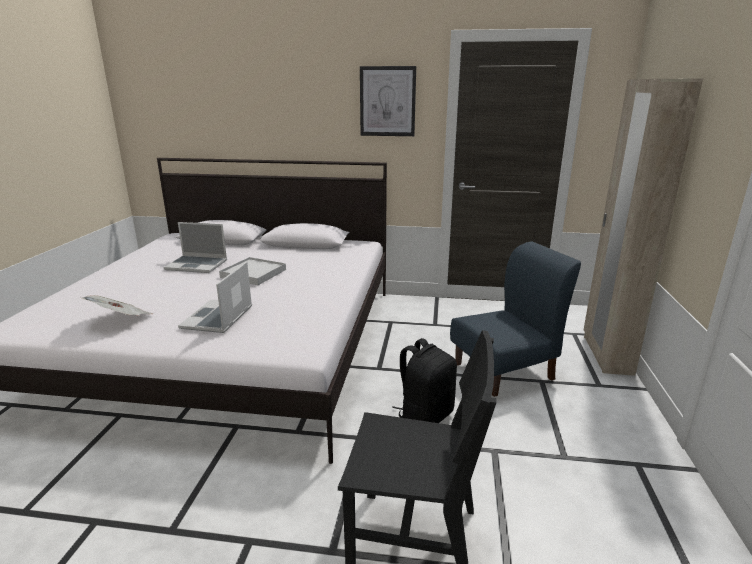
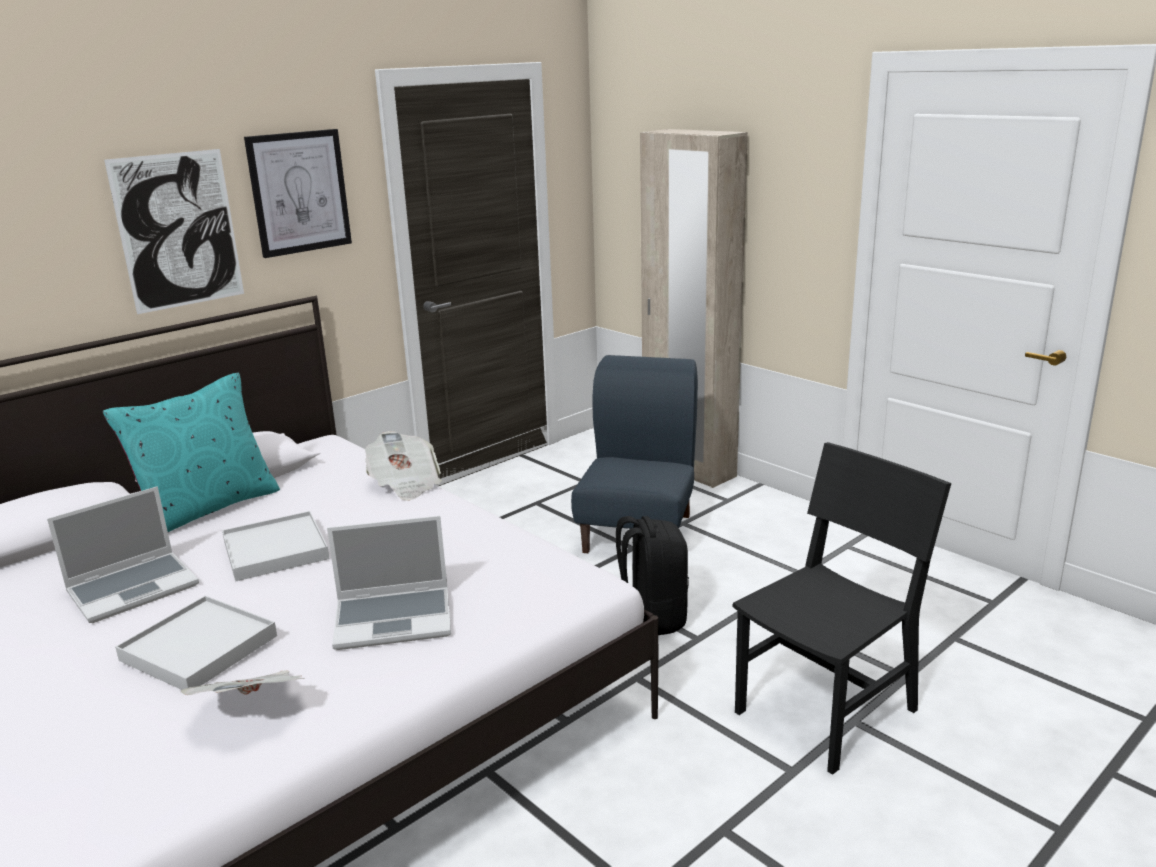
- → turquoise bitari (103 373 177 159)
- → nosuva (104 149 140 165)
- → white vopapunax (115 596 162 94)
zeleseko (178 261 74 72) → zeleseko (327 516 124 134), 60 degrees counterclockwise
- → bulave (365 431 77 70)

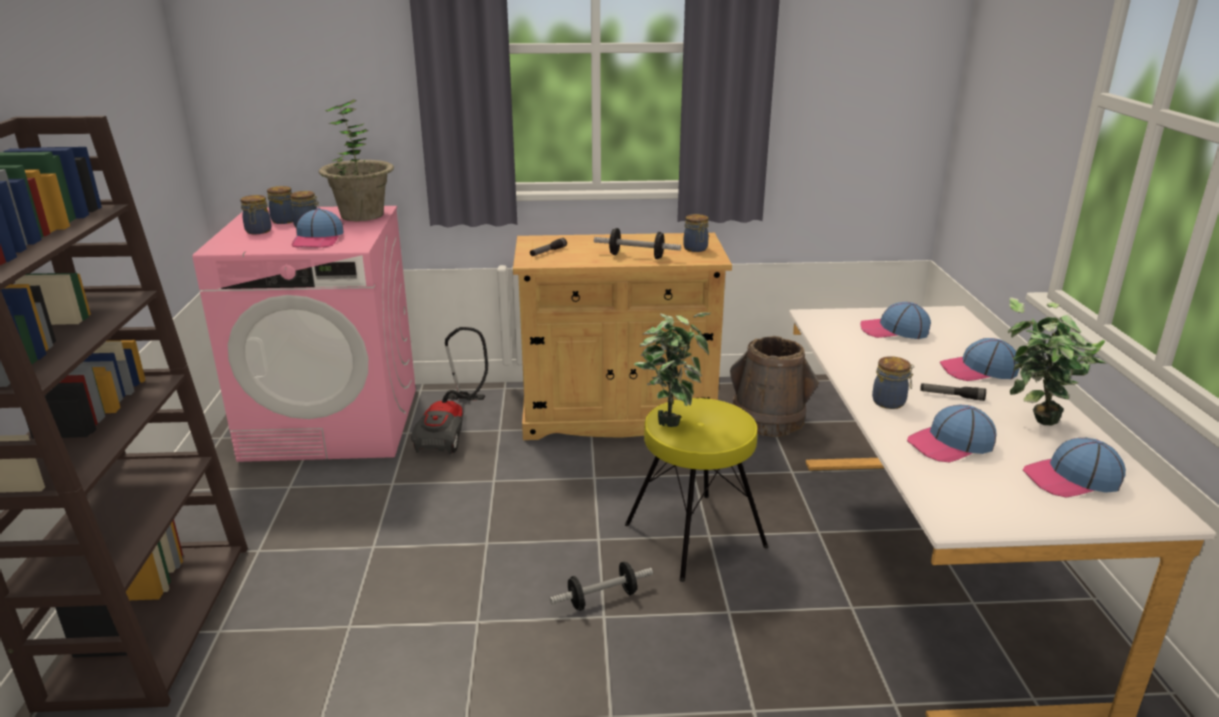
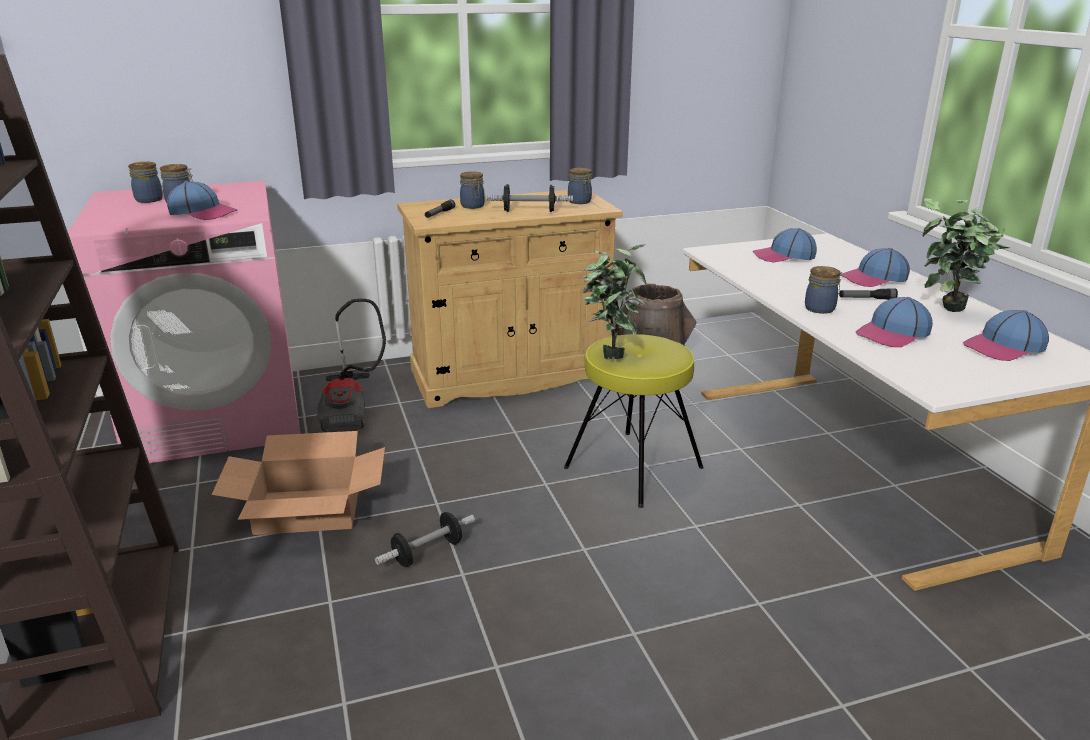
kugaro (291 208 53 39) → kugaro (167 181 70 39), 60 degrees counterclockwise
- → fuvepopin (212 431 173 104)
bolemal (550 562 103 49) → bolemal (375 512 100 55), shifted
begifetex (240 195 31 39) → begifetex (460 171 25 38), shifted
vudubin (319 99 75 122) → -

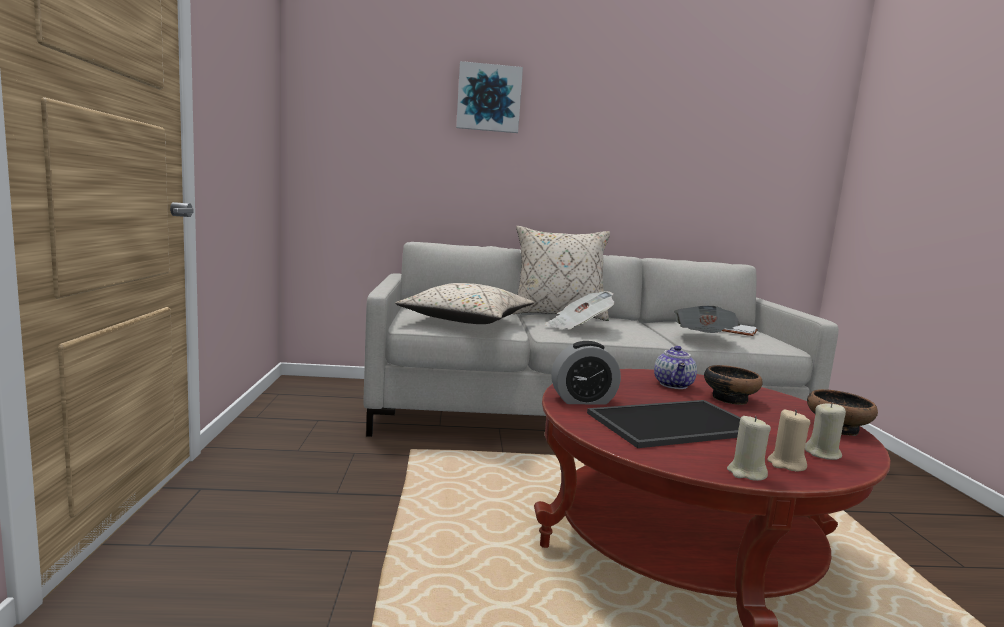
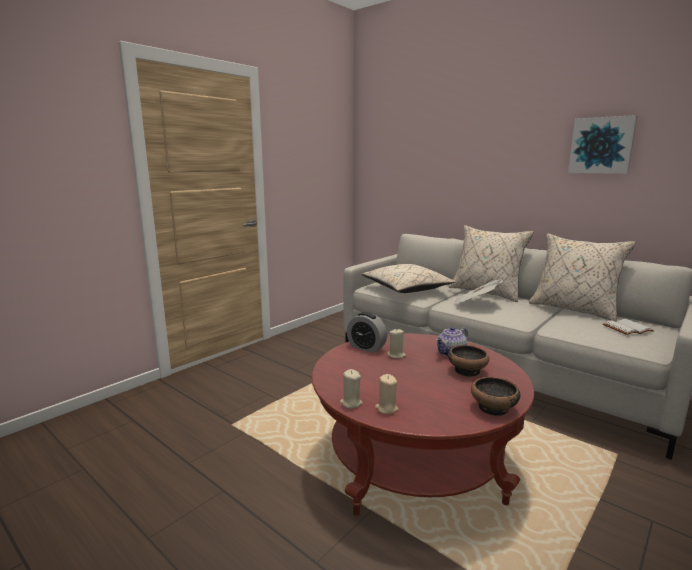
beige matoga (805 402 41 58) → beige matoga (387 329 19 30), shifted
- → beige bitari (529 234 107 88)
nosuva (456 61 67 72) → nosuva (568 115 70 59), shifted
vopapunax (587 400 154 48) → -
bulave (674 306 66 27) → -

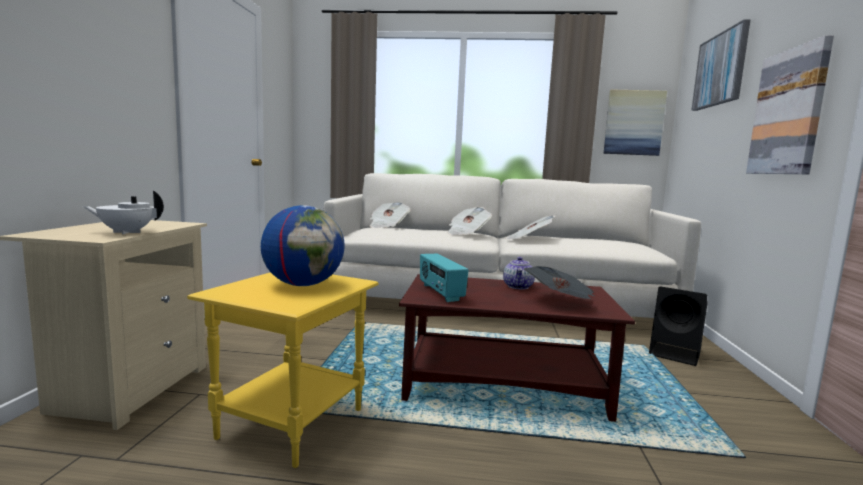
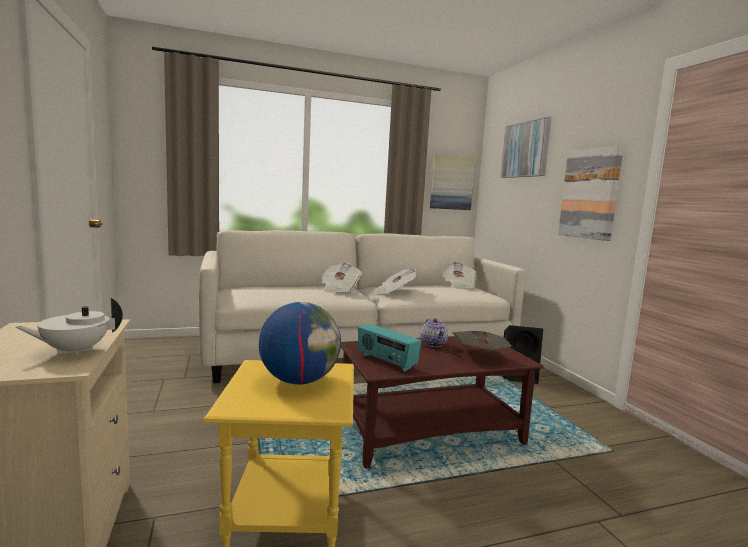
bulave (370 203 40 25) → bulave (441 262 36 27), shifted

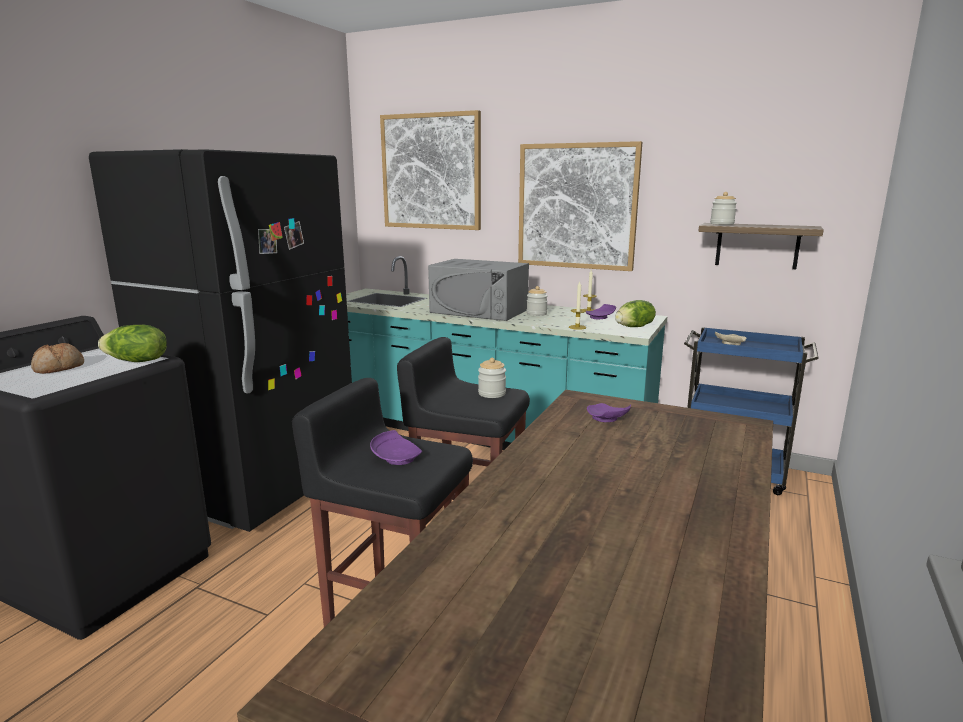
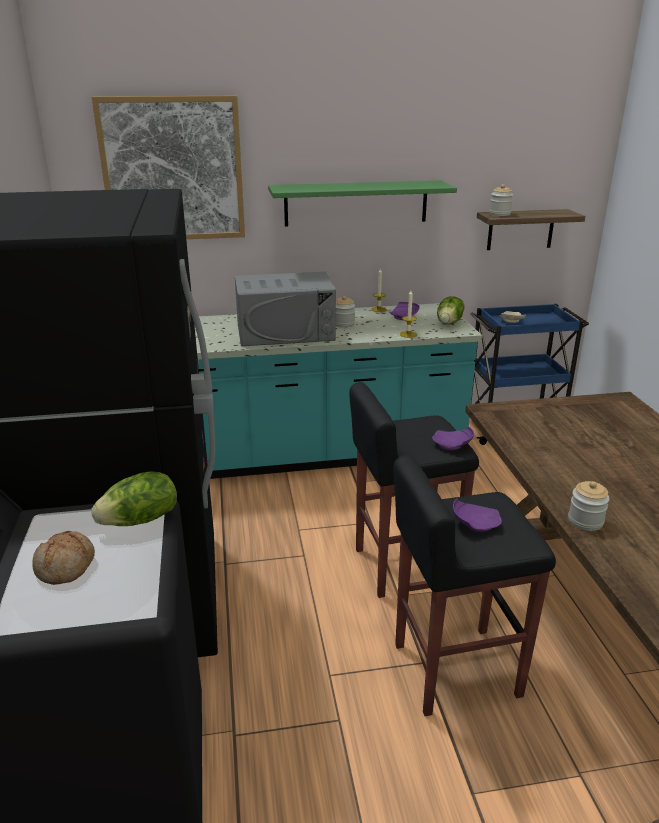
nosuva (518 141 124 130) → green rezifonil (268 180 189 47)
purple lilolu (587 403 44 19) → purple lilolu (432 427 42 23), shifted
begifetex (478 358 28 40) → begifetex (568 481 41 50), shifted

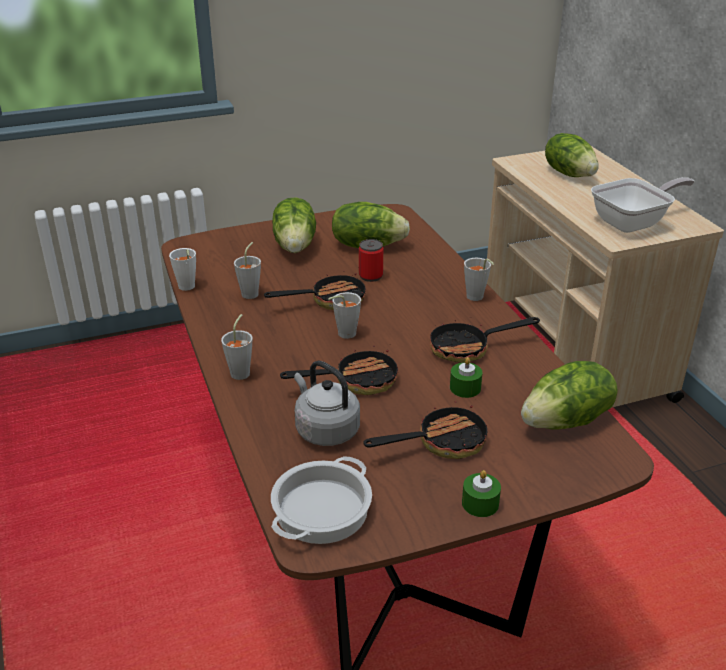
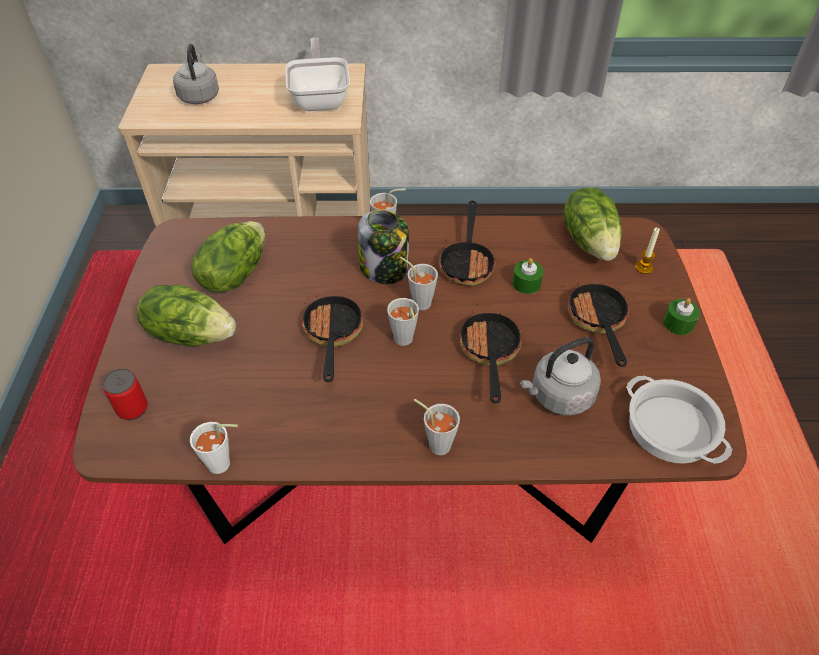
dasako (359 239 24 43) → dasako (102 368 46 52), shifted
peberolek (545 133 53 44) → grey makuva (173 44 46 60)
- → begifetex (358 210 51 74)
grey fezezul (234 242 27 57) → grey fezezul (400 257 38 53), shifted
- → matoga (635 227 25 47)

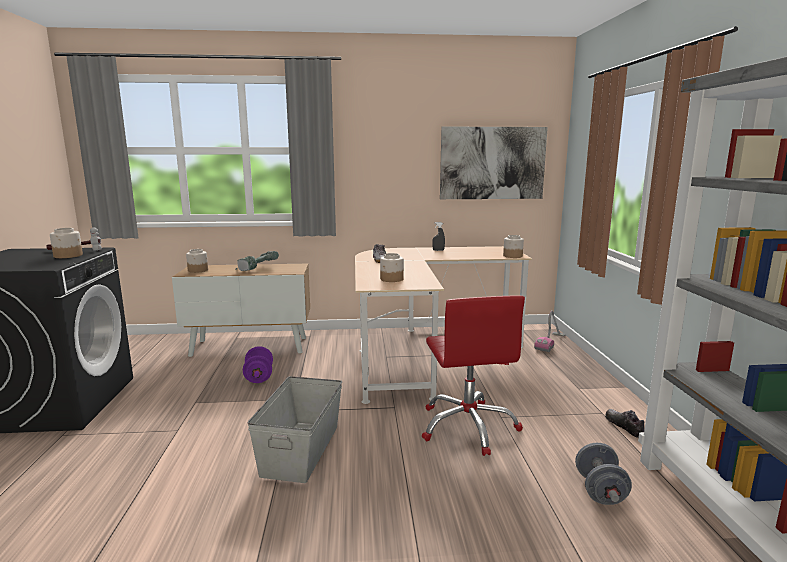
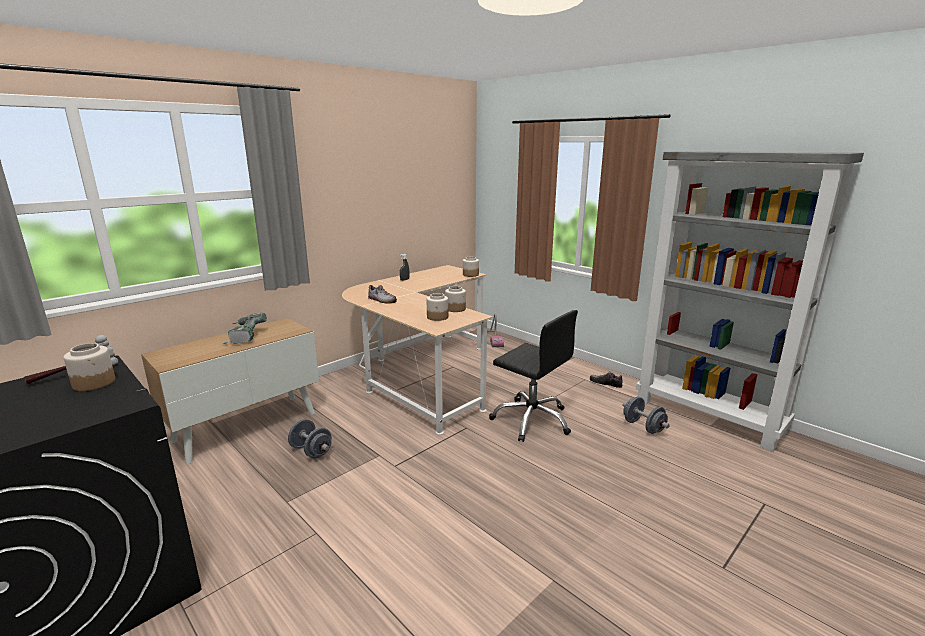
purple bolemal (243 346 30 37) → grey bolemal (288 419 44 40)
begifetex (186 249 22 24) → begifetex (445 286 21 26), shifted
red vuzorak (422 296 103 160) → black vuzorak (489 310 89 132)
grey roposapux (247 376 95 107) → -
nosuva (440 127 108 72) → -

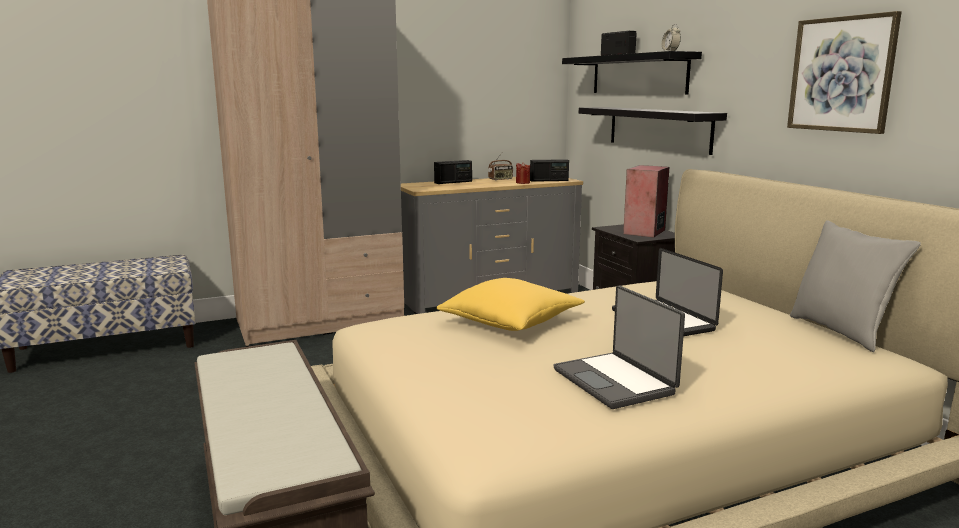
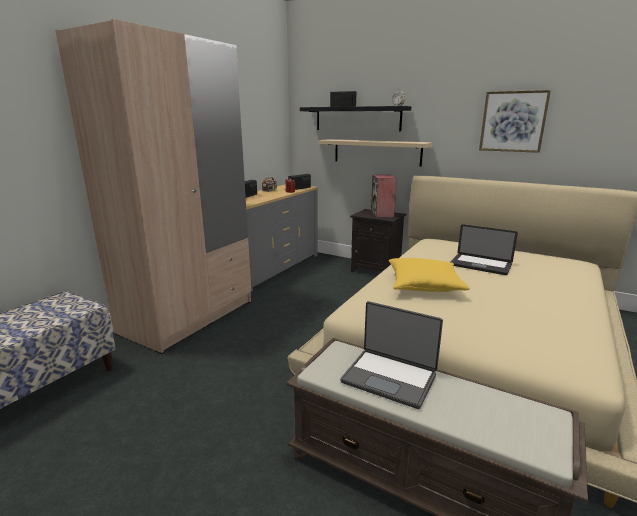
black rezifonil (579 107 148 48) → beige rezifonil (319 139 113 28)
zeleseko (553 286 132 123) → zeleseko (340 301 103 108), shifted
grey bitari (790 220 131 132) → -

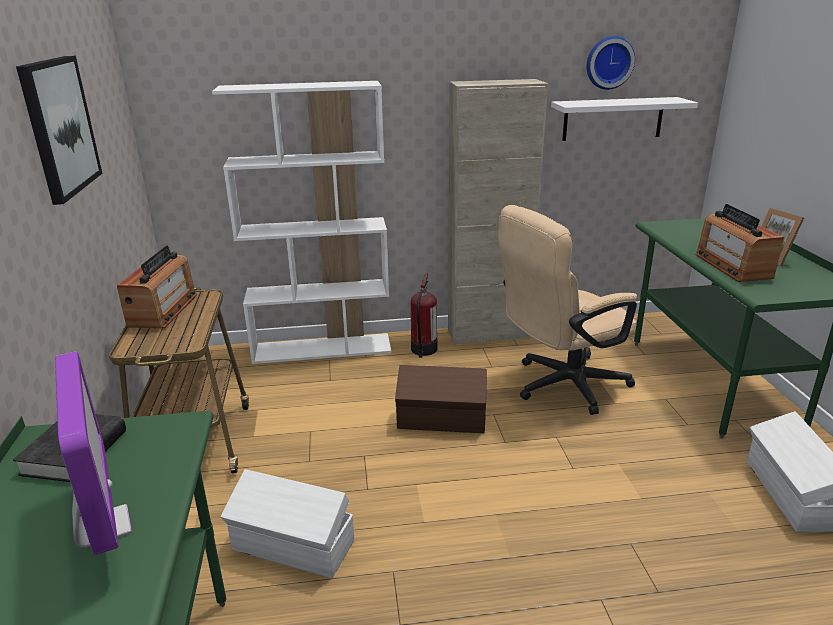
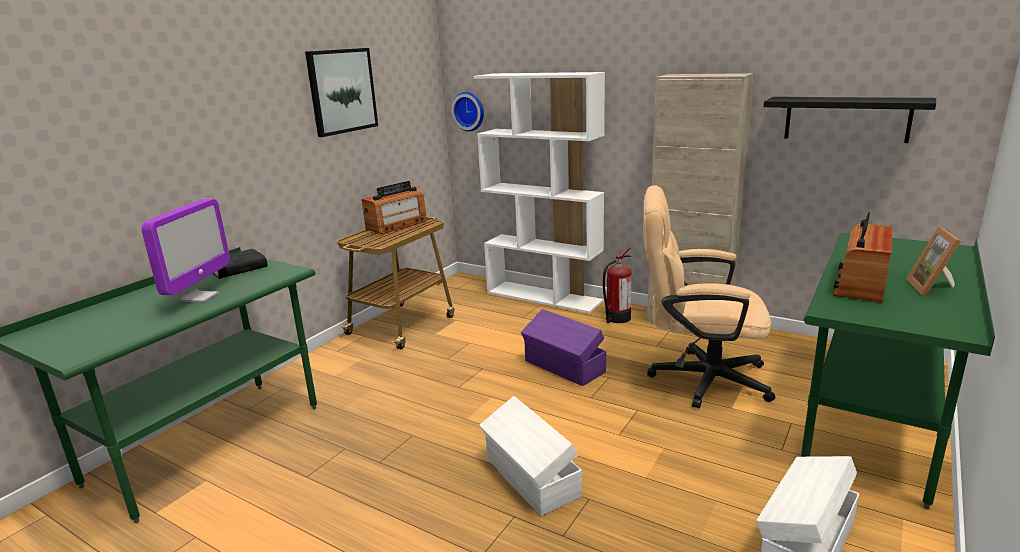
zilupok (587 36 48 54) → zilupok (451 92 33 40), shifted
white roposapux (221 469 133 109) → white roposapux (479 396 103 120), shifted
brown roposapux (395 365 92 68) → purple roposapux (521 309 85 77)
white rezifonil (551 97 147 44) → black rezifonil (764 97 172 46)

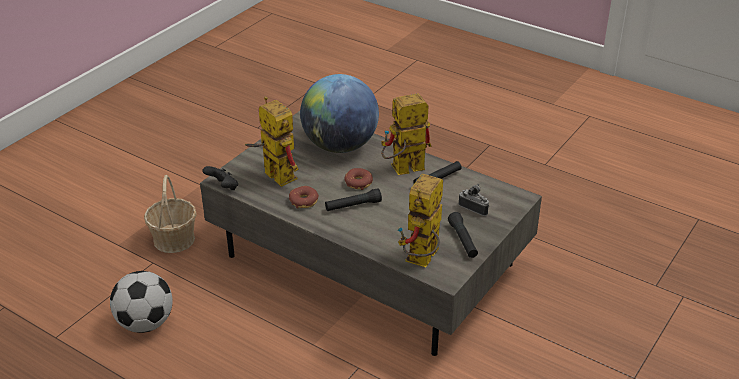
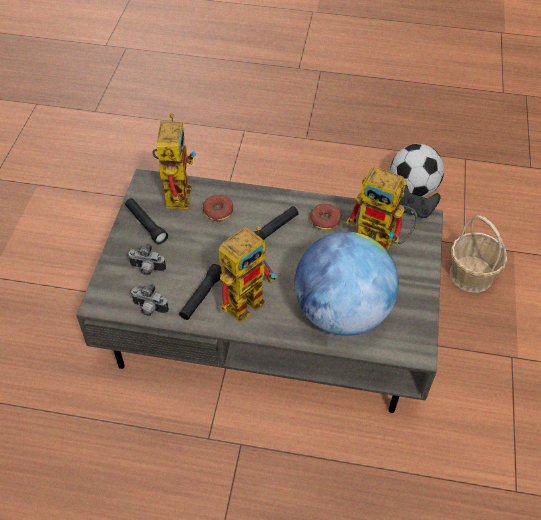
- → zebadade (131 284 38 32)
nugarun (344 168 29 22) → nugarun (203 195 30 26), shifted

